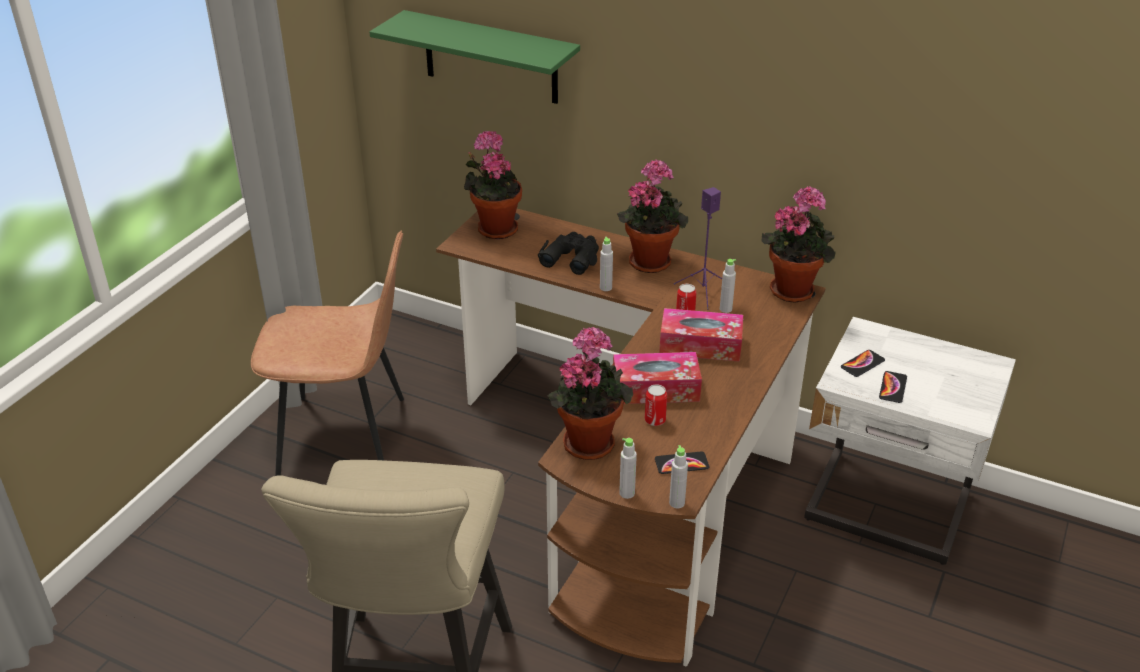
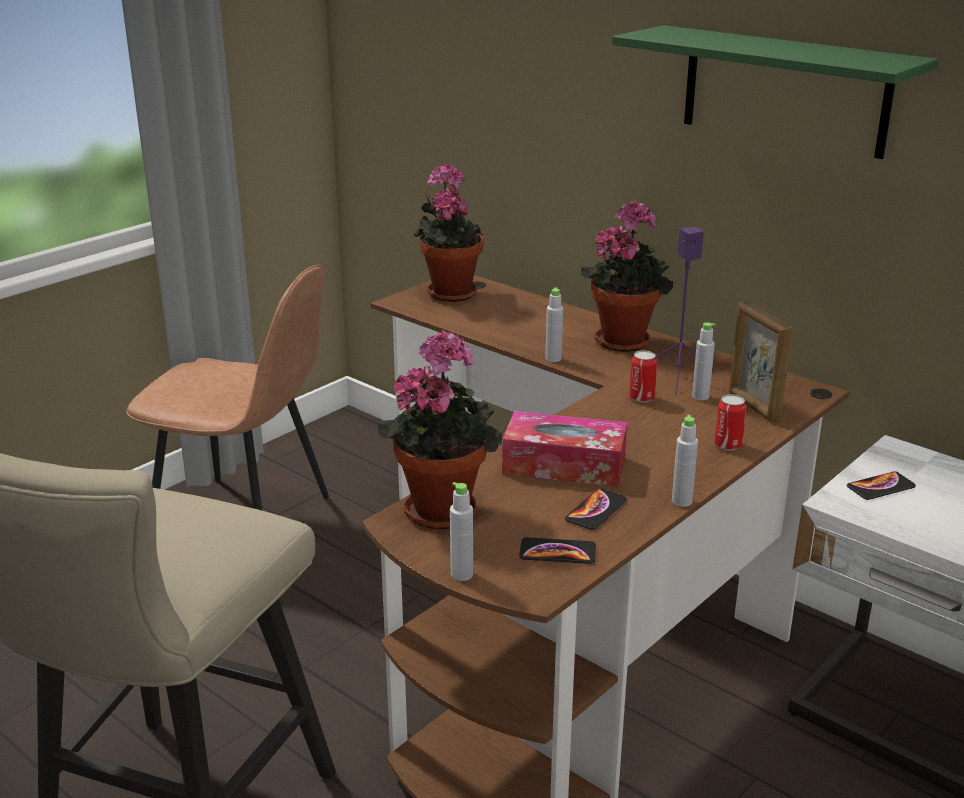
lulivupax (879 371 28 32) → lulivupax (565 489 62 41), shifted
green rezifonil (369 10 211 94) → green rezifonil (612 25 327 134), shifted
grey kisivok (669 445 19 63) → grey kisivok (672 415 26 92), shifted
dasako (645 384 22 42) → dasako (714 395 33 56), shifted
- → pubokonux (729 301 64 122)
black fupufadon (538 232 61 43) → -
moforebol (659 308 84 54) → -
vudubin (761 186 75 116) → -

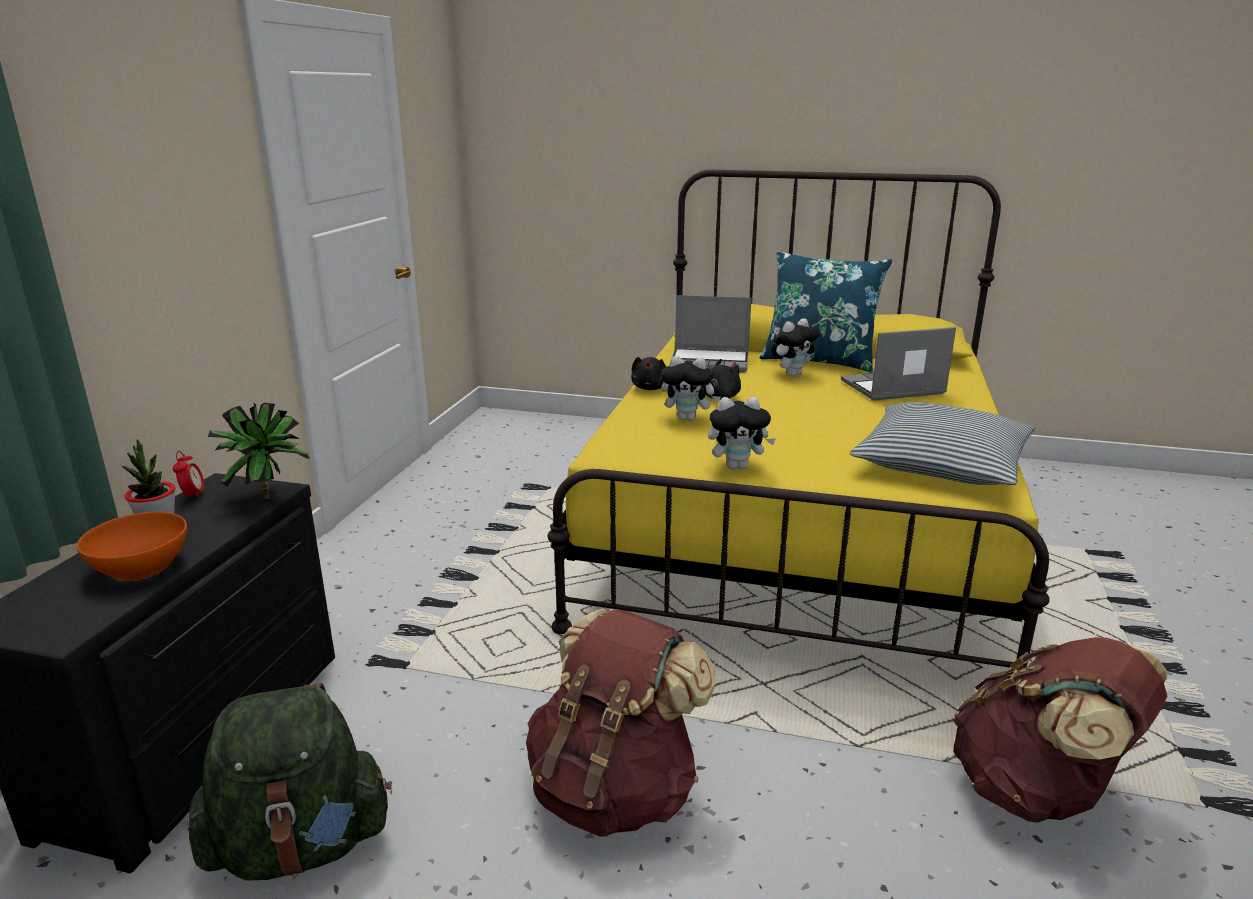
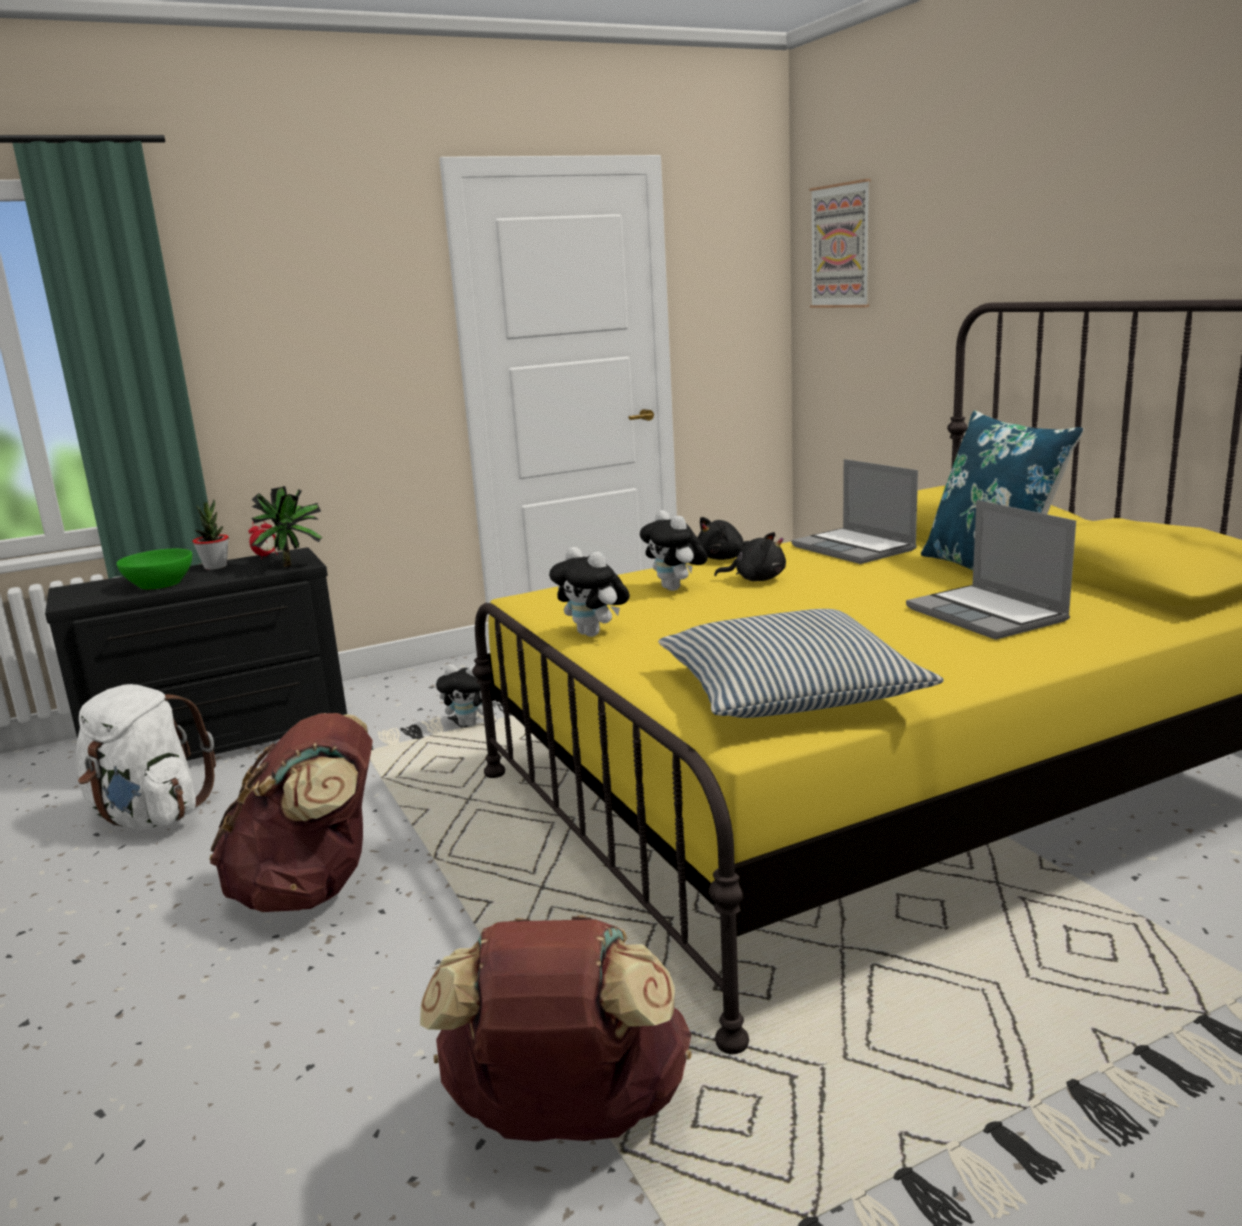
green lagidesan (188 683 204 198) → white lagidesan (76 684 140 145)
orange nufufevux (77 512 110 69) → green nufufevux (117 549 75 40)
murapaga (771 318 48 58) → murapaga (436 664 61 62), shifted
- → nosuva (810 179 61 129)
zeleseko (841 327 115 74) → zeleseko (906 500 170 140), 150 degrees counterclockwise

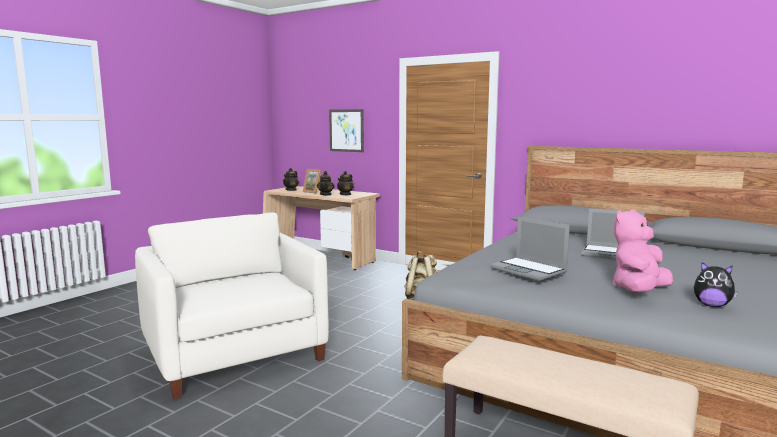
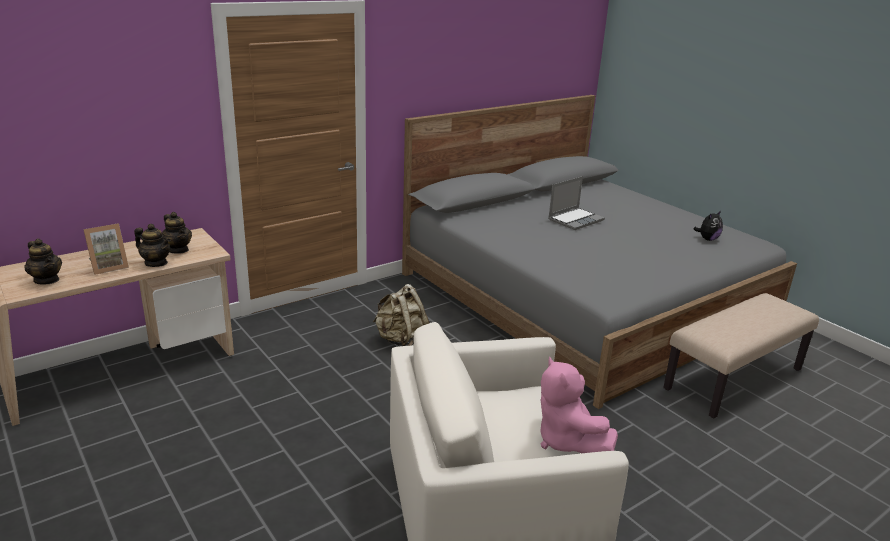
pink murapaga (612 209 61 83) → pink murapaga (540 356 78 97), shifted
nosuva (329 109 35 43) → -
zeleseko (490 216 80 65) → -

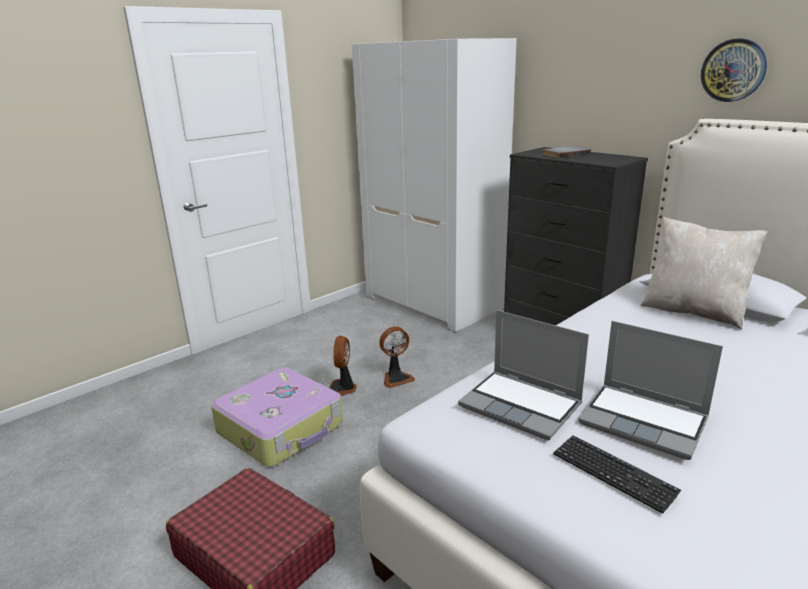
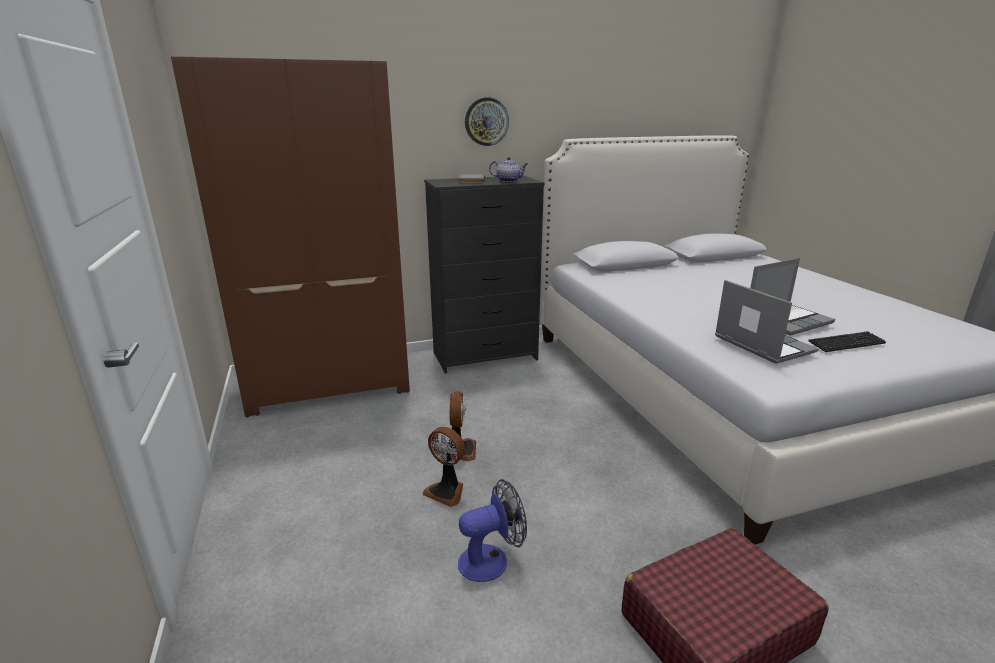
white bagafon (352 38 165 295) → brown bagafon (171 56 239 361)
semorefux (211 368 132 99) → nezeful (458 479 69 103)
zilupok (701 38 66 64) → zilupok (465 98 44 48), shifted
- → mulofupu (489 157 39 25)
zeleseko (458 310 131 130) → zeleseko (715 280 104 84), 90 degrees counterclockwise
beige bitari (640 217 128 112) → -

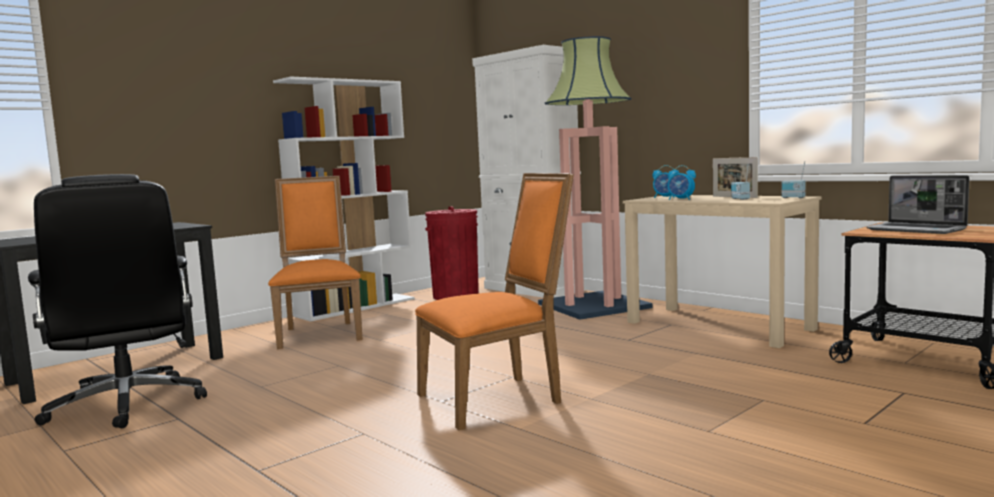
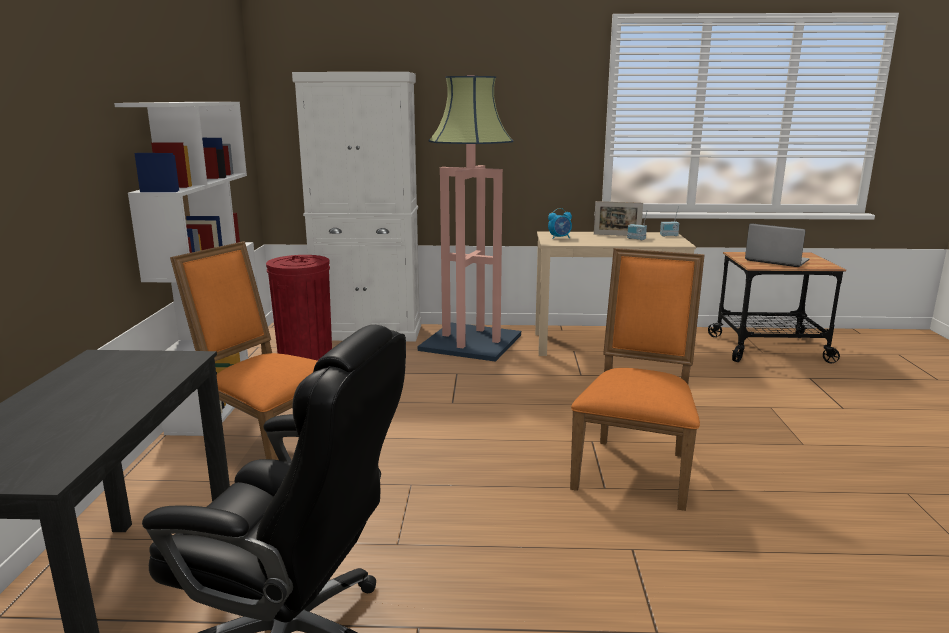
zeleseko (866 175 103 59) → zeleseko (745 223 65 44), 150 degrees counterclockwise
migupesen (668 165 28 35) → -

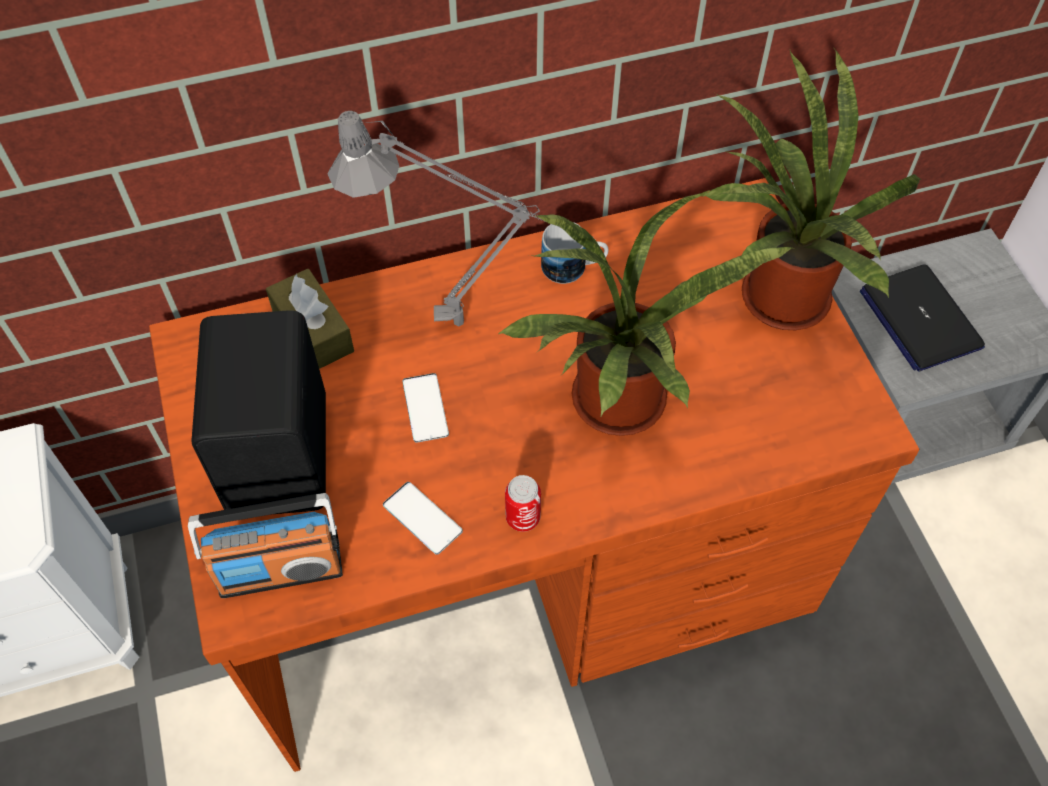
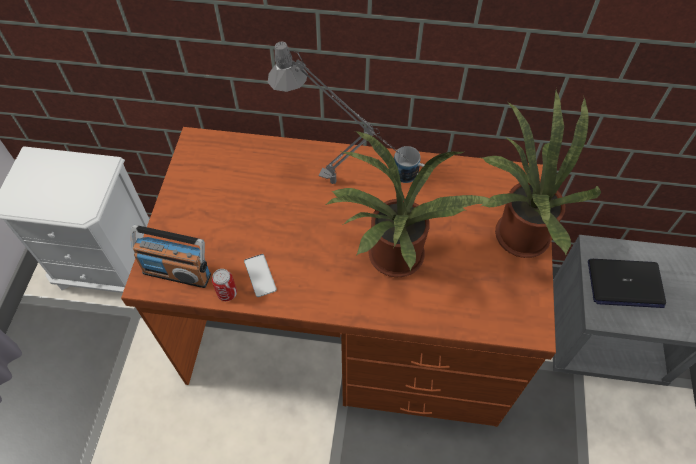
dasako (505 475 36 57) → dasako (212 269 25 32), shifted
zeleseko (860 264 125 108) → zeleseko (588 259 78 49), 90 degrees counterclockwise
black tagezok (191 310 135 204) → -
brown moforebol (266 269 88 100) → -
lulivupax (402 373 47 70) → -

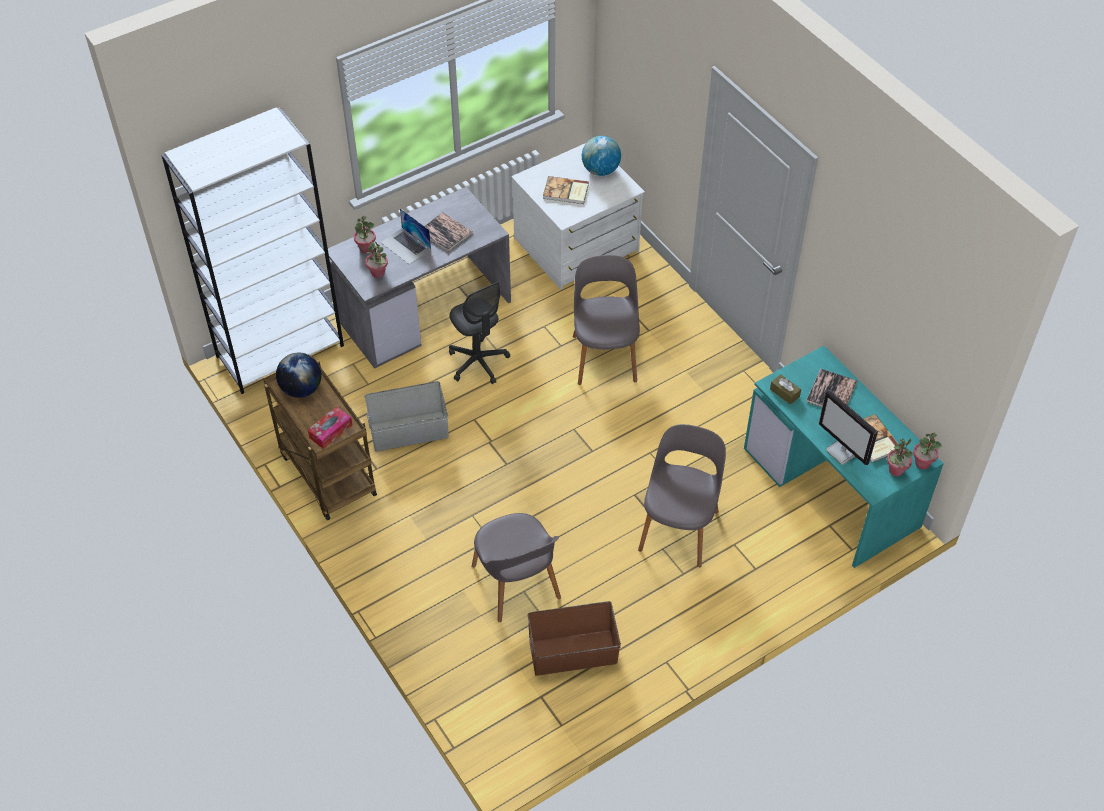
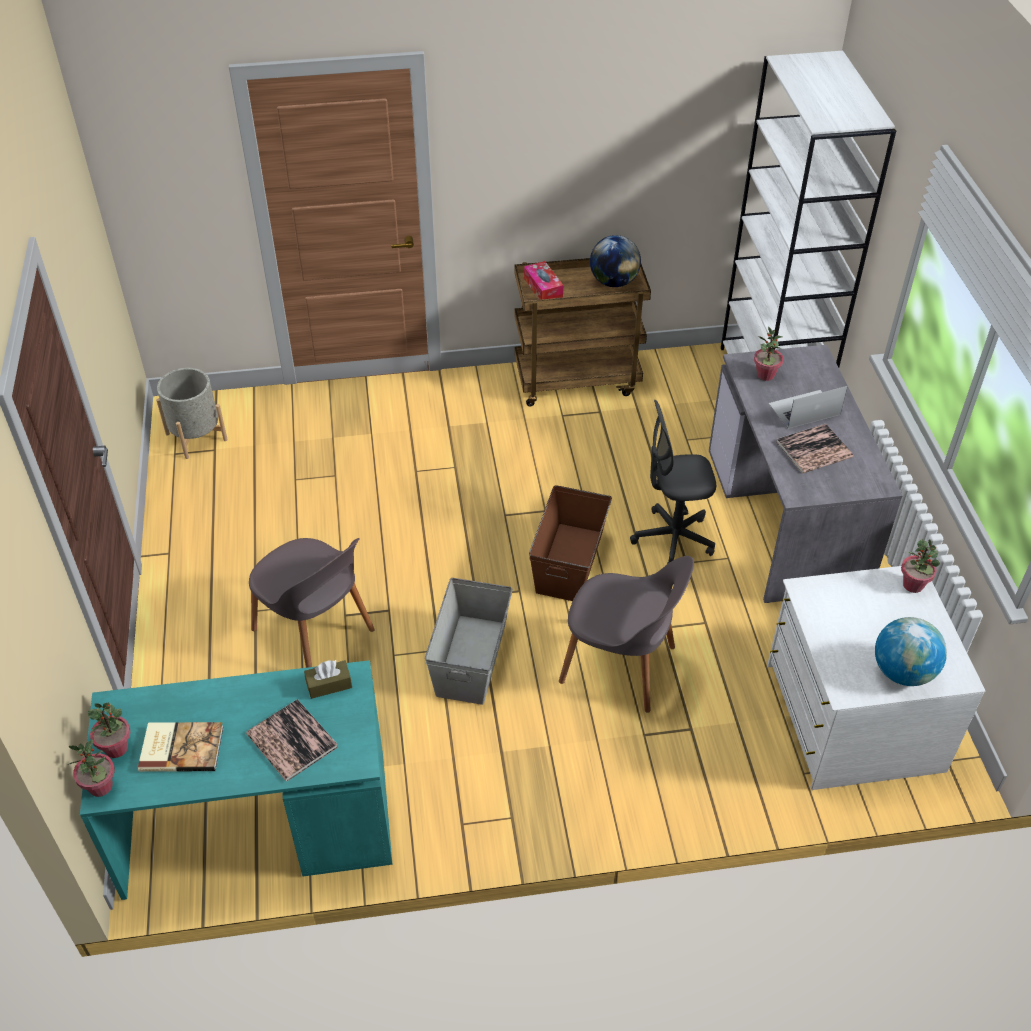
- → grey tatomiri (156 368 72 91)
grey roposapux (365 381 84 70) → grey roposapux (425 578 88 127), shifted
brown roposapux (528 601 93 75) → brown roposapux (529 485 83 116), shifted
vudubin (354 216 22 37) → vudubin (901 539 39 54), shifted
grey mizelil (472 513 89 109) → -
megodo (543 176 46 28) → -
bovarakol (819 390 59 75) → -

